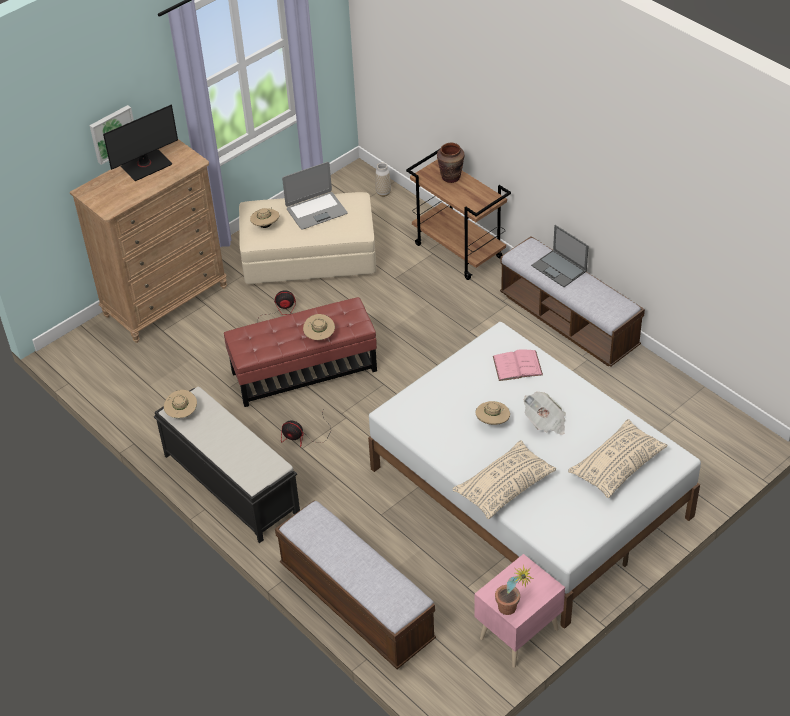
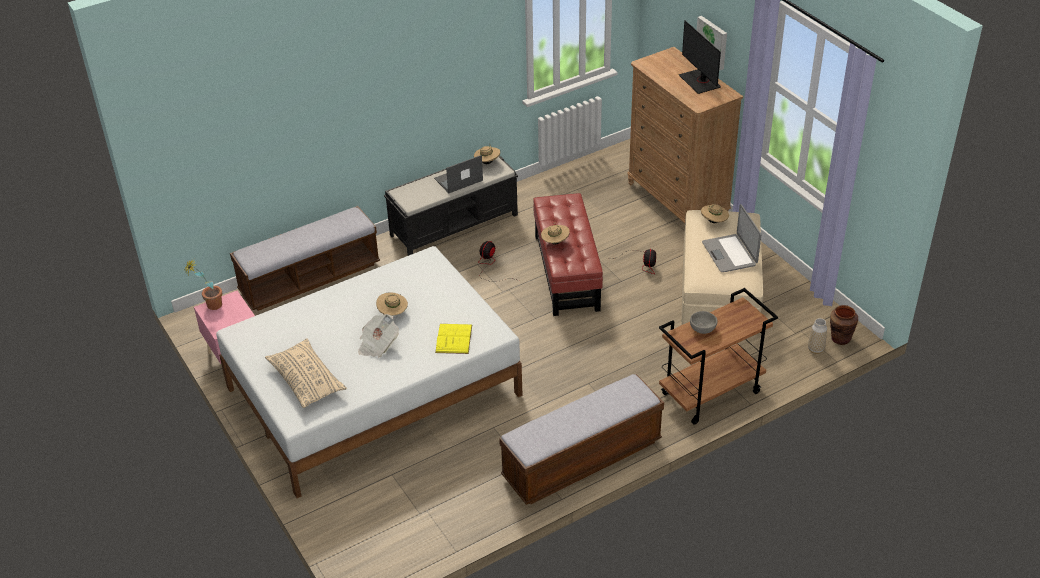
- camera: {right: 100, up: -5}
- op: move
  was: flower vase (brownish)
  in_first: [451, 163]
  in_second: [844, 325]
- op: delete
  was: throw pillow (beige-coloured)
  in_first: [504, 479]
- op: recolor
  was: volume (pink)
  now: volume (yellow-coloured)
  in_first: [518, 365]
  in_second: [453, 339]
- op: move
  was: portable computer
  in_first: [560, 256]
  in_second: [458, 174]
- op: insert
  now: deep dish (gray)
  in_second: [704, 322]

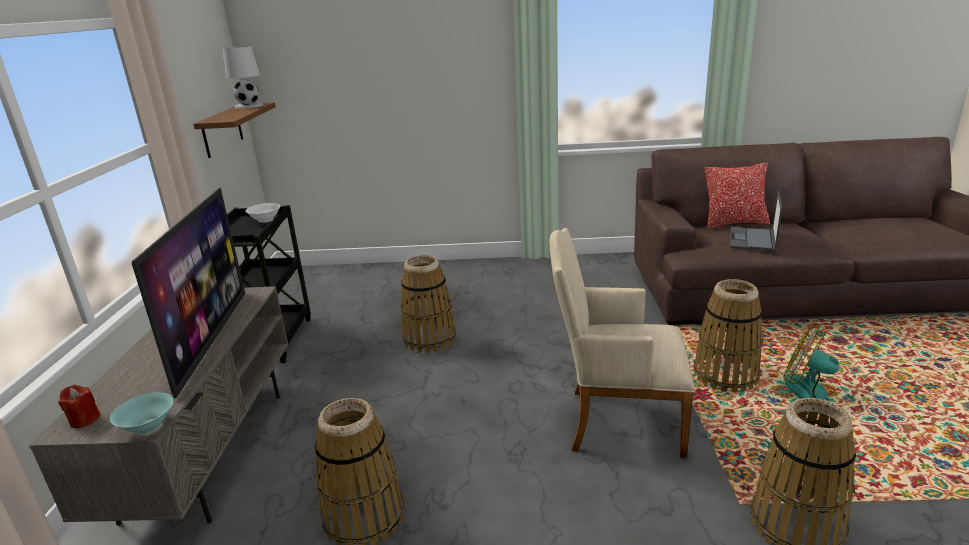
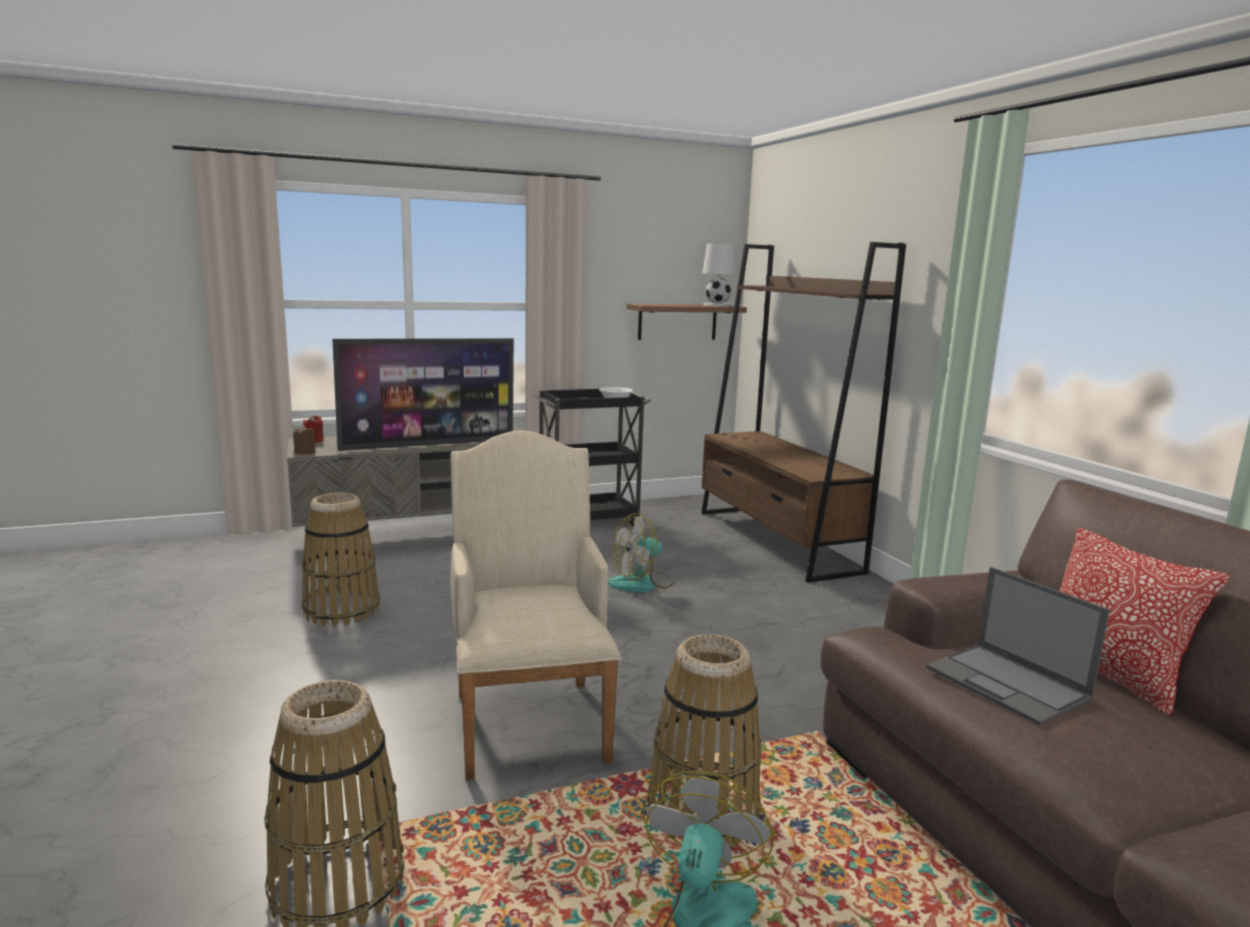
- camera: {right: 65, up: -10}
- op: replace
  was: deep dish (turquoise)
  now: candle (brownish)
  in_first: [141, 413]
  in_second: [304, 440]
- op: replace
  was: storage basket
  now: fan
  in_first: [428, 304]
  in_second: [641, 553]
- op: rotate
  was: portable computer
  in_first: [756, 221]
  in_second: [1018, 646]
  clockwise: -120
- op: insert
  now: bookshelf (brownish)
  in_second: [803, 412]

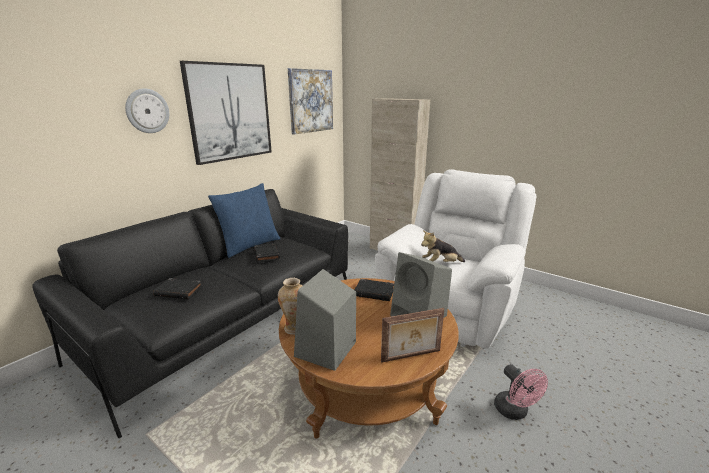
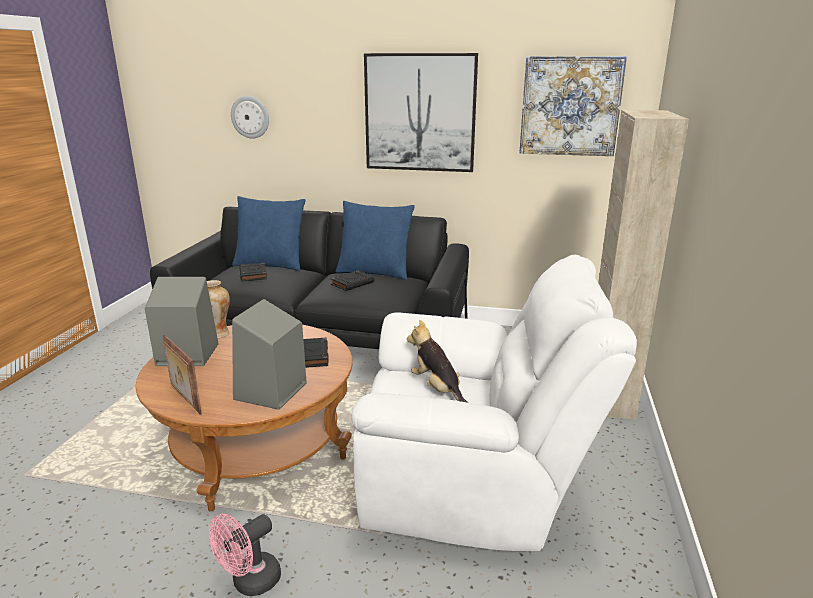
- camera: {right: 65, up: 0}
- op: move
  was: clock on the wall
  in_first: [147, 110]
  in_second: [250, 117]
- op: insert
  now: throw pillow (blue)
  in_second: [268, 233]

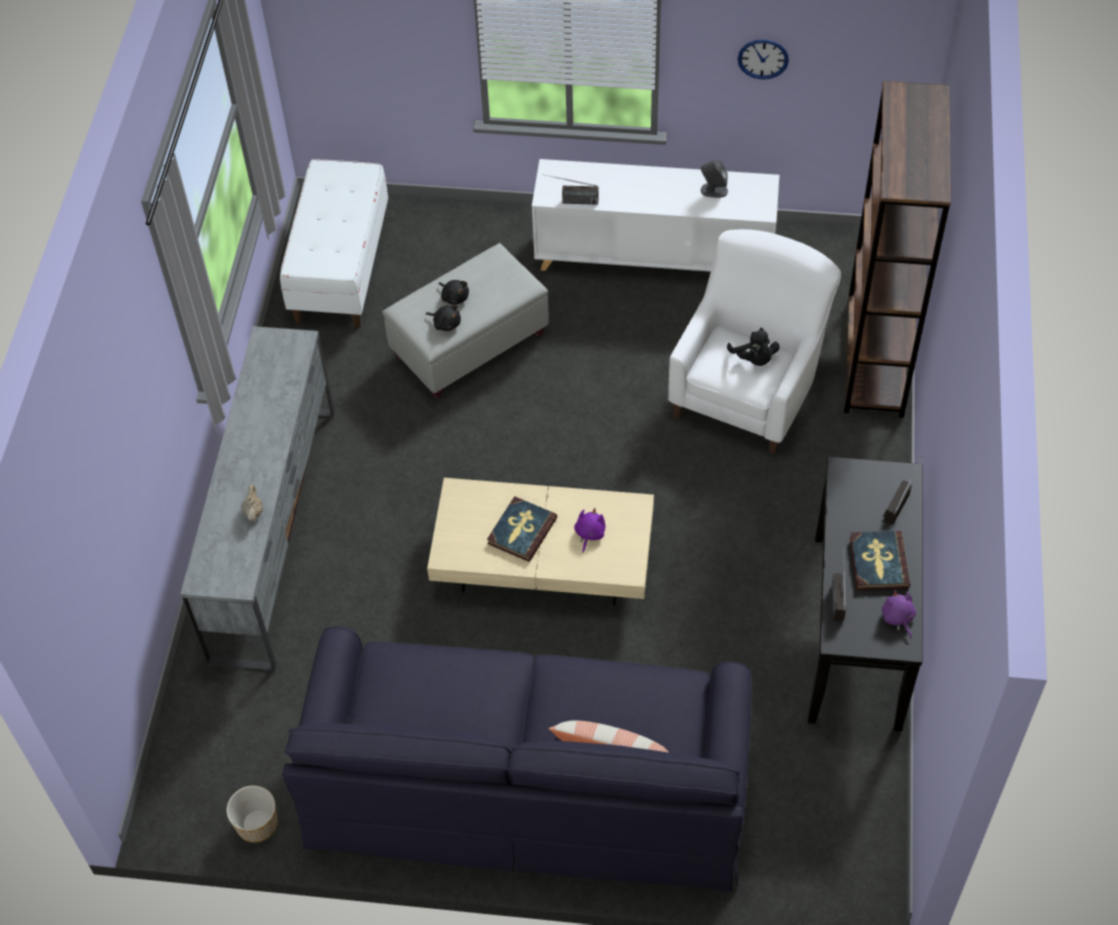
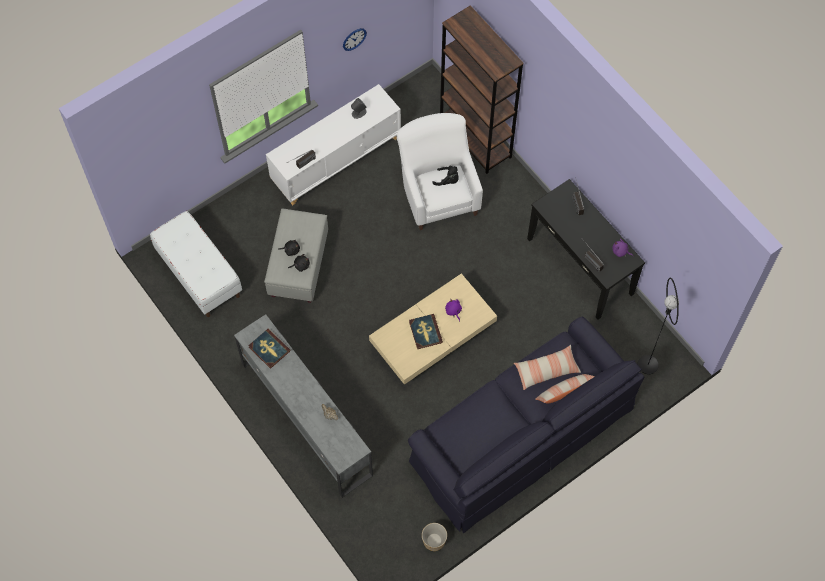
- camera: {right: -45, up: 10}
- op: move
  was: volume
  in_first: [880, 560]
  in_second: [269, 349]
- op: insert
  now: throw pillow
  in_second: [547, 367]
- op: insert
  now: floor lamp (black-coloured)
  in_second: [658, 326]

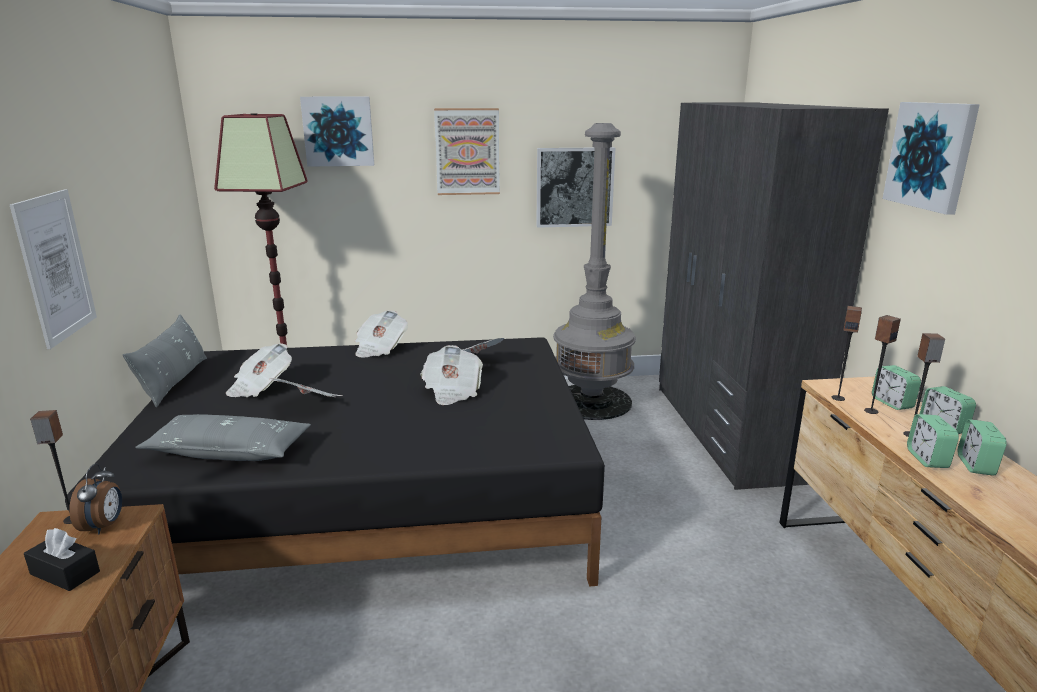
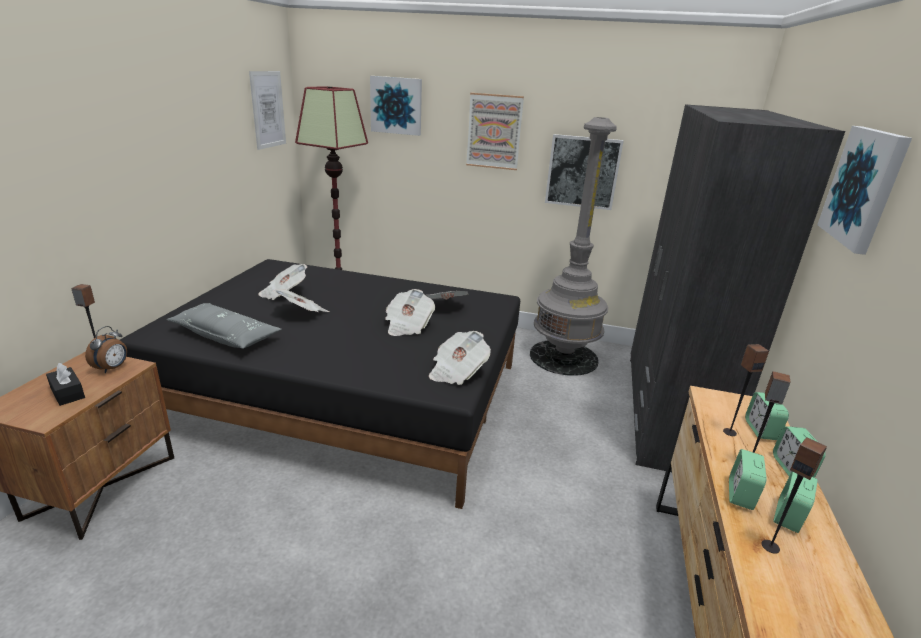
- camera: {right: 20, up: 5}
- op: move
  was: wall art
  in_first: [53, 269]
  in_second: [267, 110]
- op: delete
  was: throw pillow (gray)
  in_first: [164, 360]
- op: move
  was: printed paper
  in_first: [381, 334]
  in_second: [460, 358]
- op: move
  was: speaker
  in_first: [847, 353]
  in_second: [794, 495]

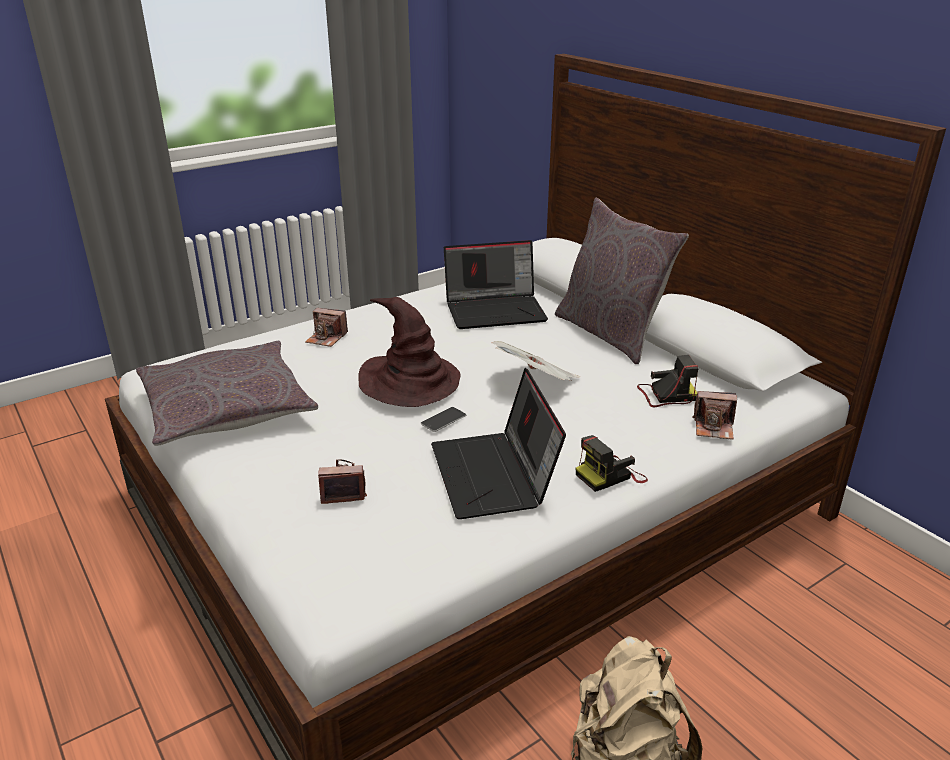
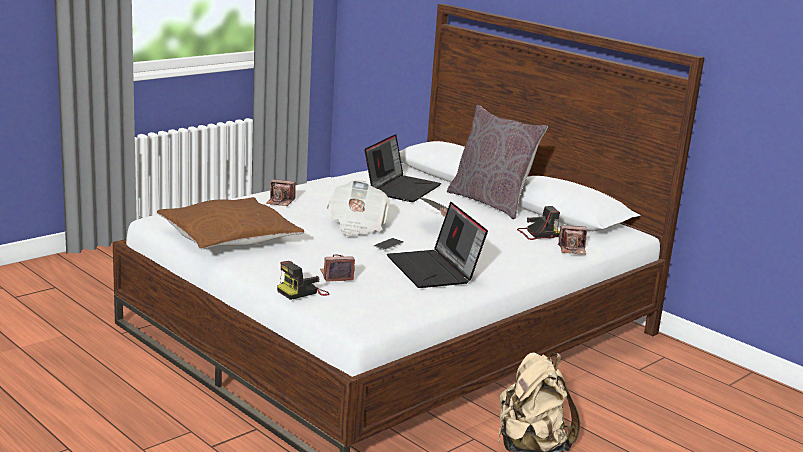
- camera: {right: -10, up: -10}
- op: recolor
  was: throw pillow (gray)
  now: throw pillow (brownish)
  in_first: [227, 393]
  in_second: [230, 223]
- op: replace
  was: hat (brownish)
  now: printed paper
  in_first: [409, 352]
  in_second: [358, 208]
- op: rotate
  was: portable computer
  in_first: [496, 284]
  in_second: [402, 168]
  clockwise: -45
- op: move
  was: still camera
  in_first: [612, 463]
  in_second: [303, 280]

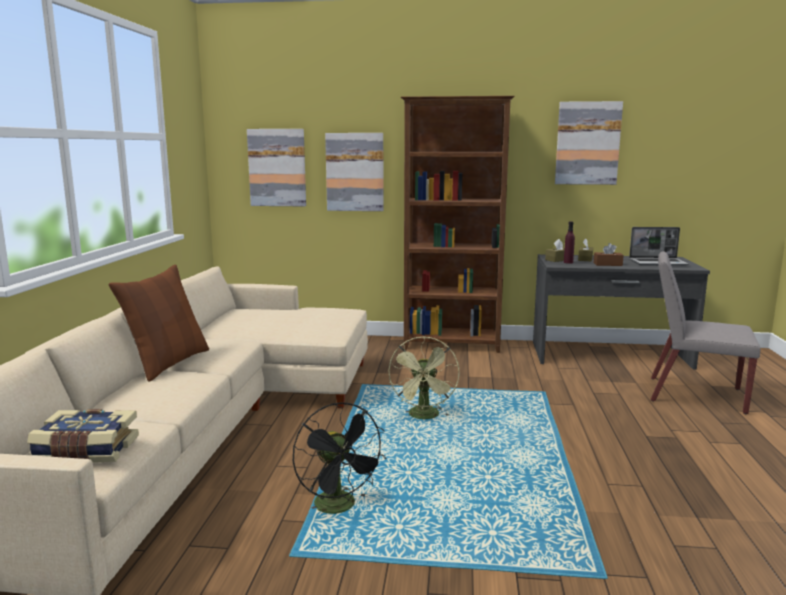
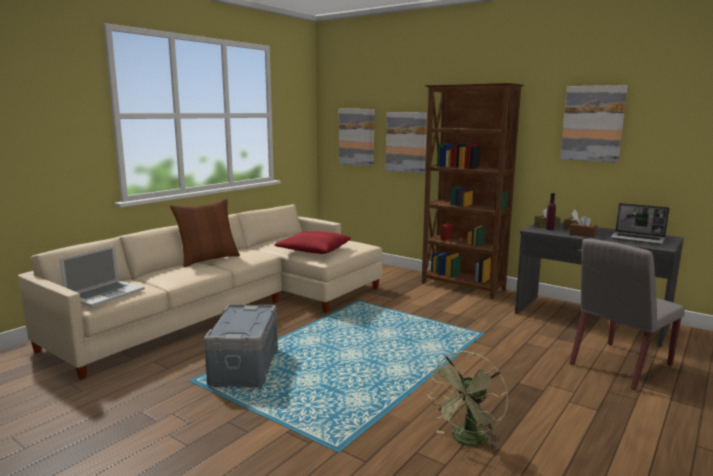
- camera: {right: 30, up: 0}
- op: replace
  was: volume
  now: portable computer
  in_first: [83, 436]
  in_second: [102, 276]
- op: replace
  was: fan (black-coloured)
  now: storage bin (gray)
  in_first: [339, 458]
  in_second: [241, 346]
- op: move
  was: fan (green-coloured)
  in_first: [423, 377]
  in_second: [467, 400]
- op: rotate
  was: upright chair (gray)
  in_first: [705, 332]
  in_second: [627, 314]
  clockwise: -90
- op: insert
  now: throw pillow (reddish)
  in_second: [312, 242]

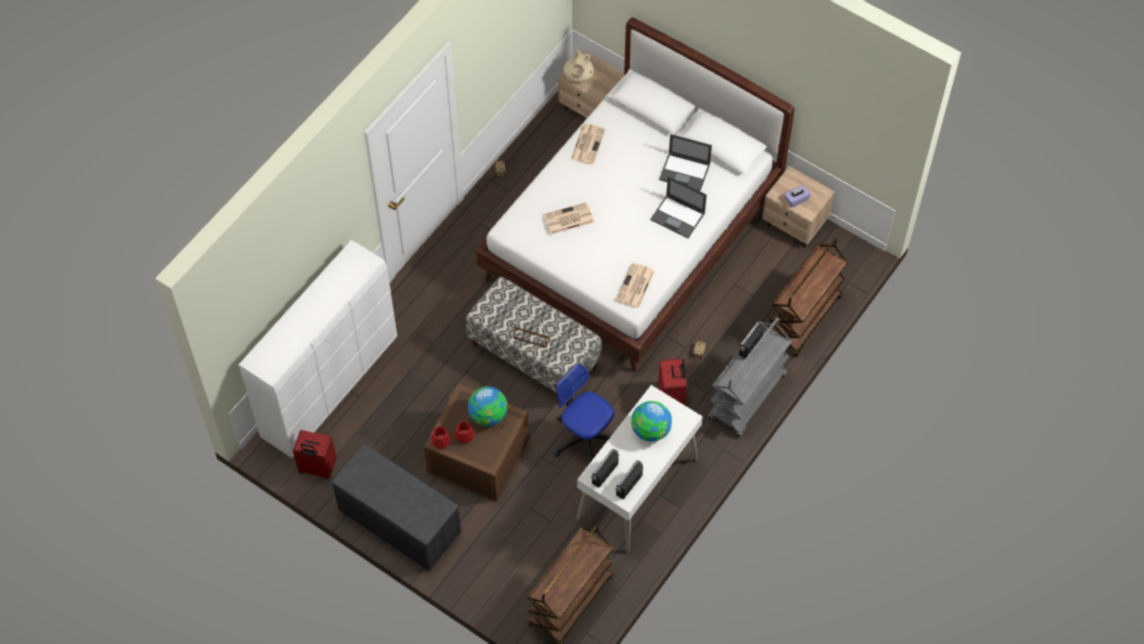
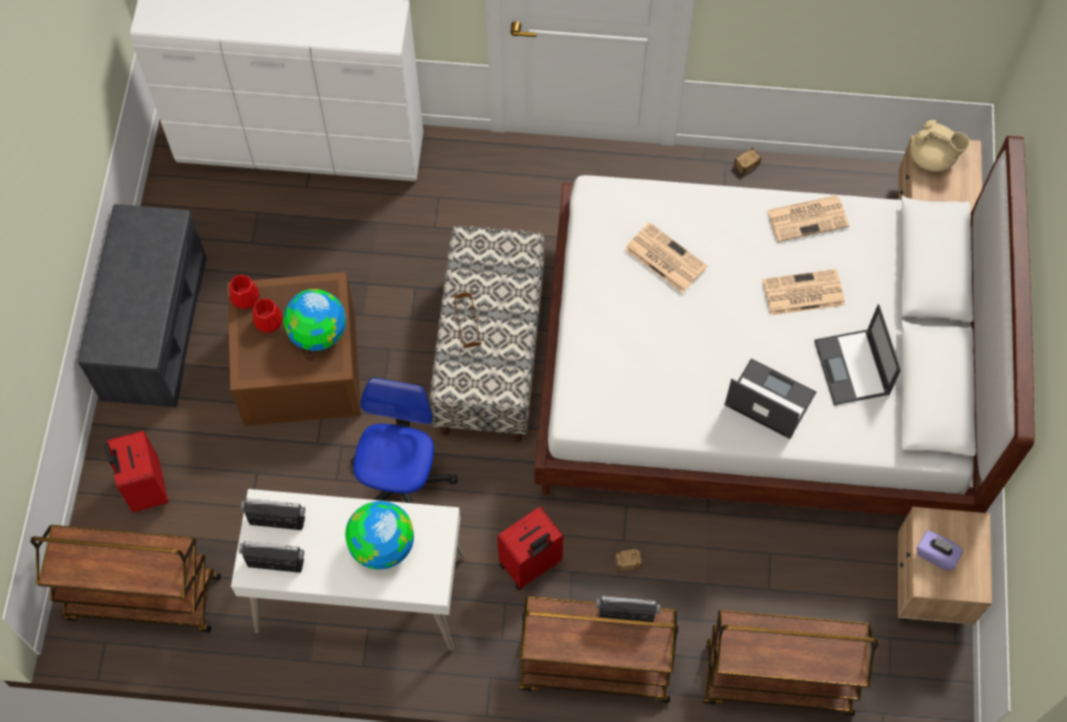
- camera: {right: 60, up: 5}
- op: move
  was: piece of luggage (reddish)
  in_first: [315, 454]
  in_second: [136, 471]
- op: rotate
  was: teapot (beige-coloured)
  in_first: [579, 67]
  in_second: [940, 146]
  clockwise: -135
- op: move
  was: printed paper
  in_first: [635, 285]
  in_second: [804, 292]
- op: rotate
  was: portable computer
  in_first: [678, 207]
  in_second: [770, 398]
  clockwise: 120
- op: recolor
  was: cart (gray)
  now: cart (brownish)
  in_first: [750, 377]
  in_second: [598, 649]

